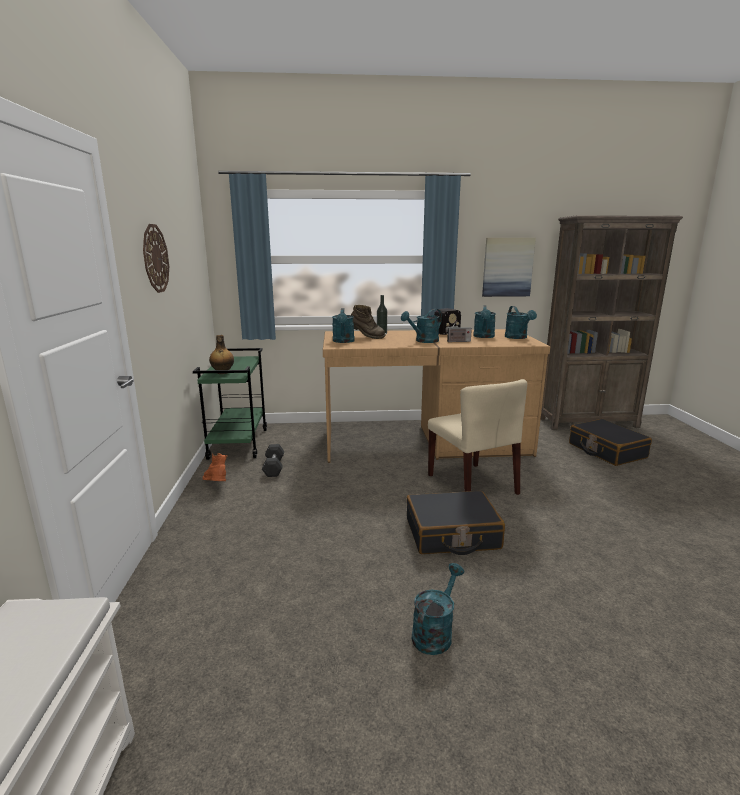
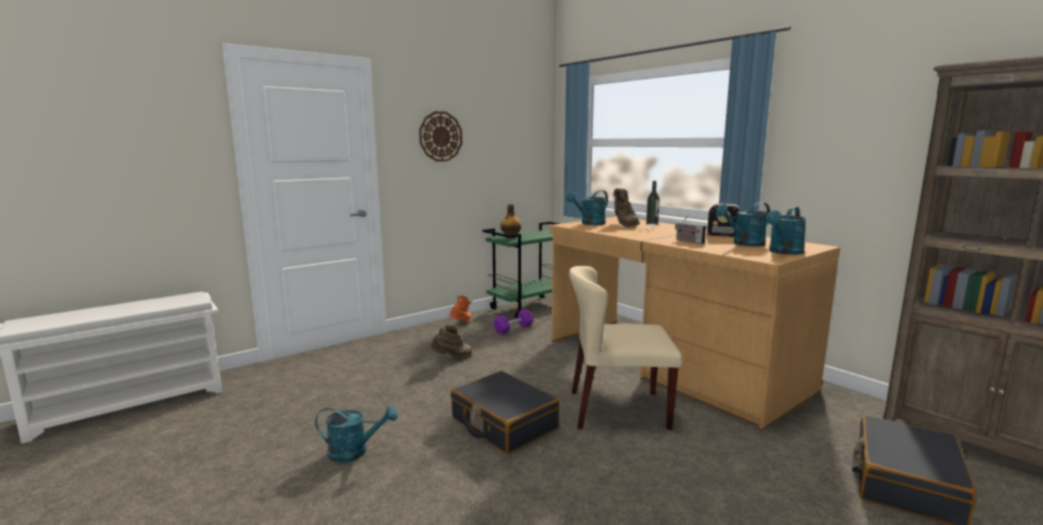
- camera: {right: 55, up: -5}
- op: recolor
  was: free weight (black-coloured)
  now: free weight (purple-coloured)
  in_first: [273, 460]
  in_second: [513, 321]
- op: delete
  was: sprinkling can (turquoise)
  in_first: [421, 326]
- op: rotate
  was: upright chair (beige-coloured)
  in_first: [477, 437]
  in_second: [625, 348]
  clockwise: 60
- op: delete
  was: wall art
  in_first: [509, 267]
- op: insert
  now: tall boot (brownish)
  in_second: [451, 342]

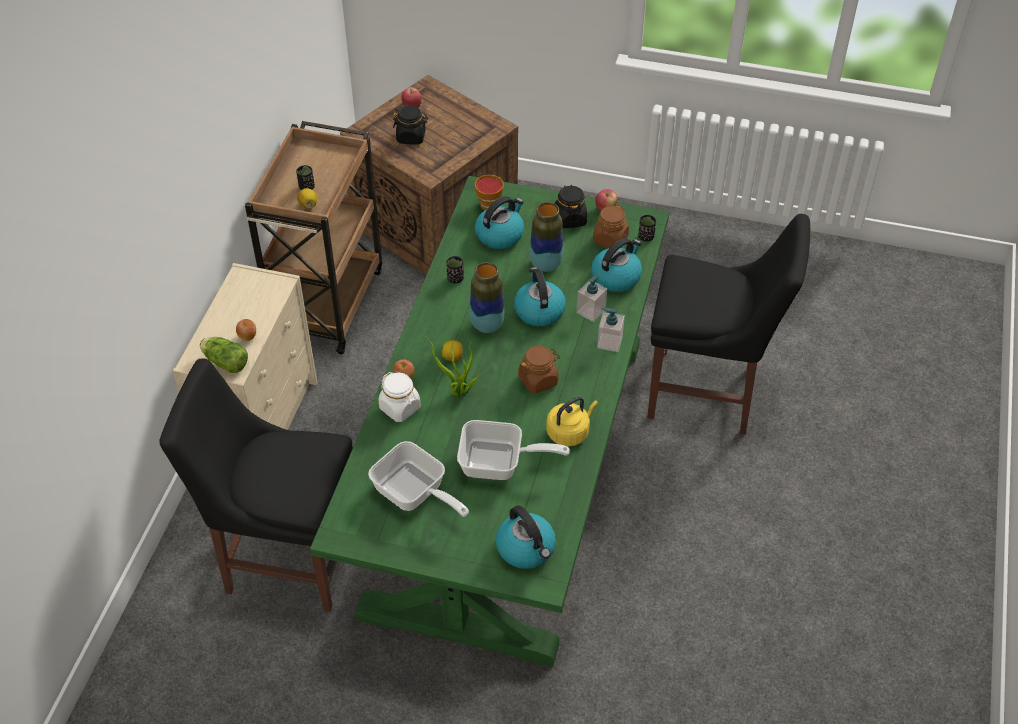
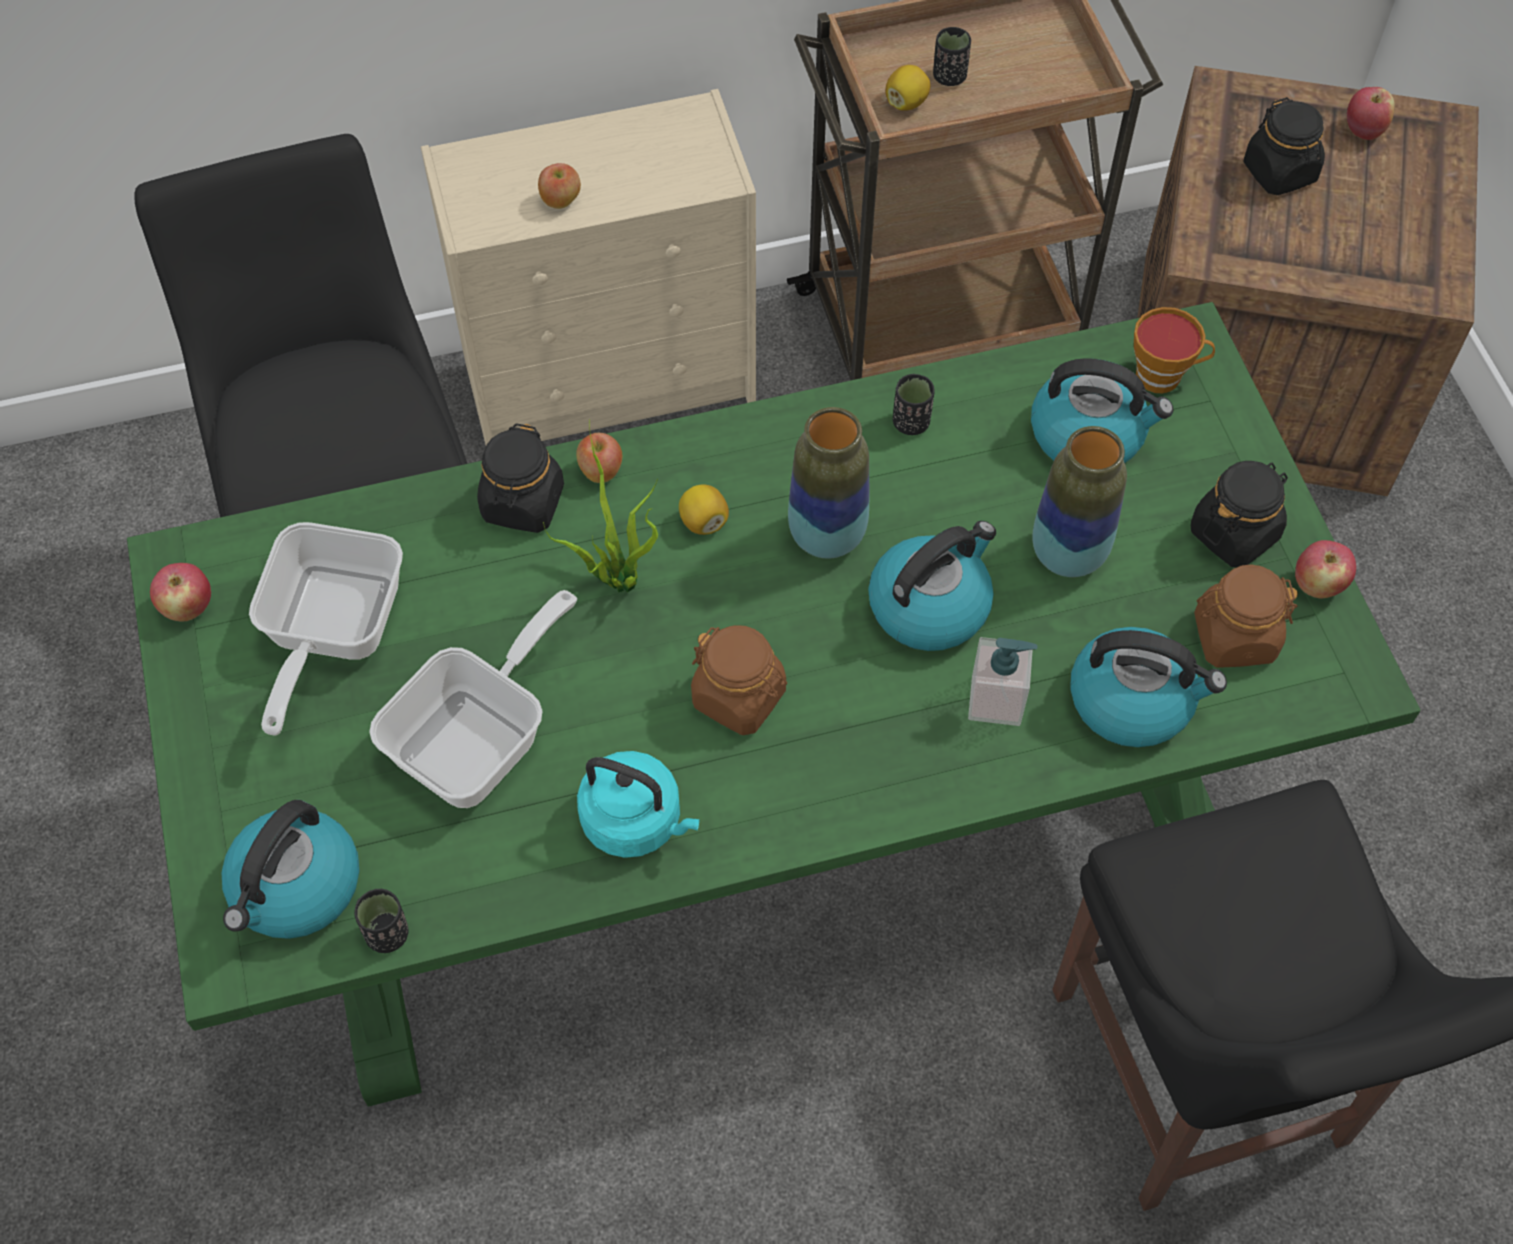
- camera: {right: 60, up: 10}
- op: delete
  was: head of lettuce
  in_first: [224, 355]
- op: recolor
  was: storage jar (white)
  now: storage jar (black-coloured)
  in_first: [399, 397]
  in_second: [520, 478]
- op: rotate
  was: frying pan
  in_first: [513, 450]
  in_second: [473, 699]
  clockwise: -120
- op: recolor
  was: kettle (yellow-coloured)
  now: kettle (turquoise)
  in_first: [572, 421]
  in_second: [638, 804]
- op: delete
  was: liquid soap bottle
  in_first: [611, 329]
- op: move
  was: drinking cup (black-coloured)
  in_first: [647, 228]
  in_second: [381, 921]
- op: insert
  now: apple fruit
  in_second: [180, 592]

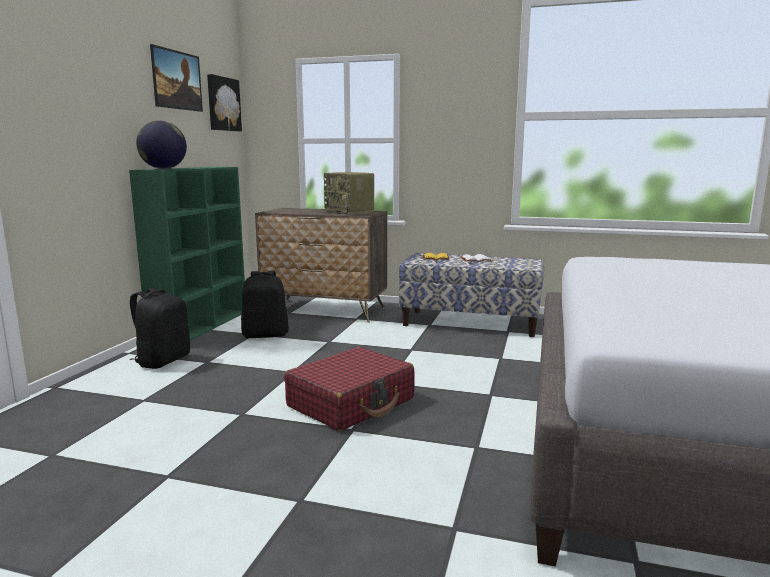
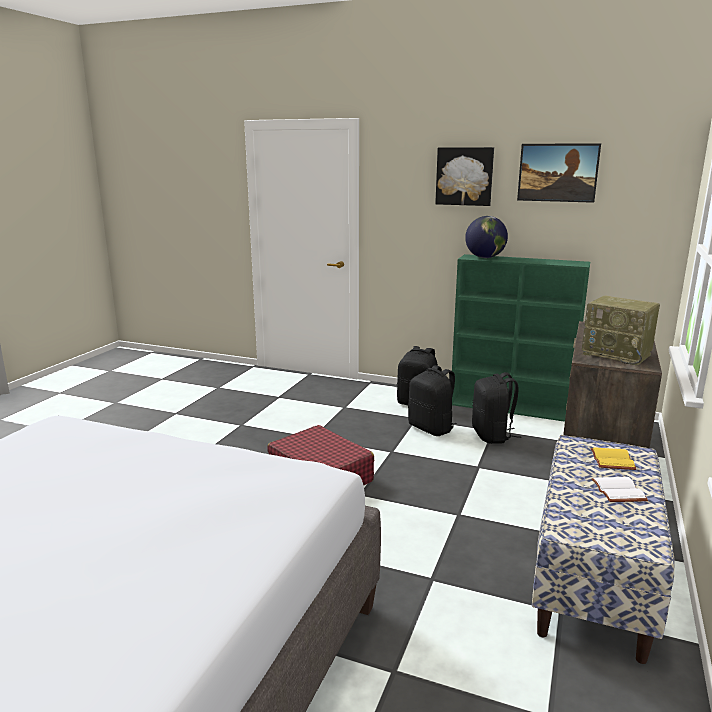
- camera: {right: 95, up: 5}
- op: move
  was: wall art
  in_first: [224, 102]
  in_second: [464, 176]
- op: rotate
  was: radio set
  in_first: [349, 193]
  in_second: [621, 330]
  clockwise: -105
- op: insert
  now: backpack (black-coloured)
  in_second: [432, 400]

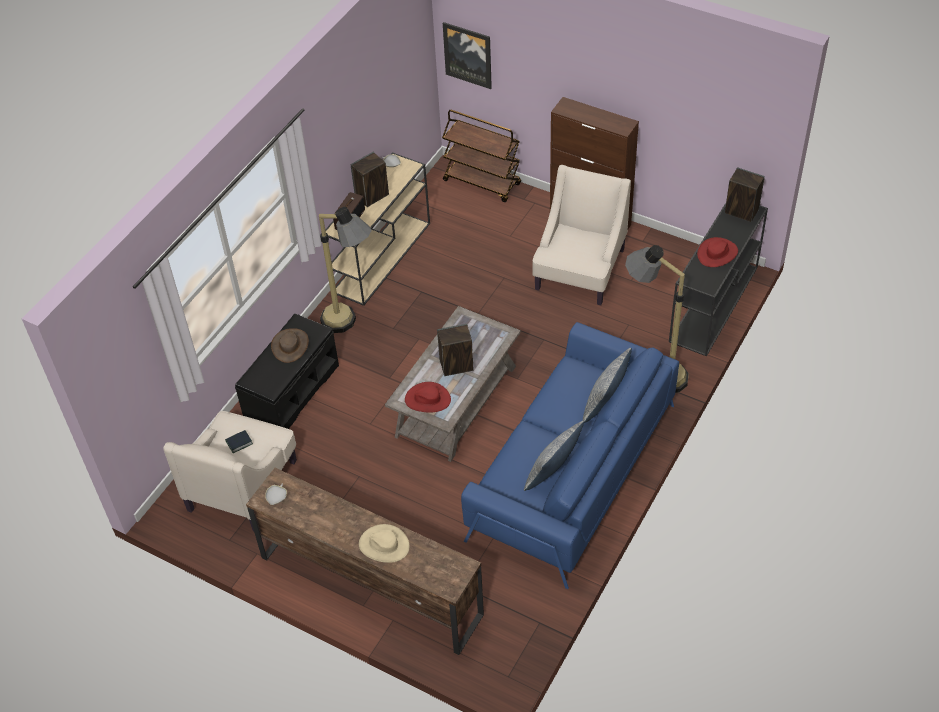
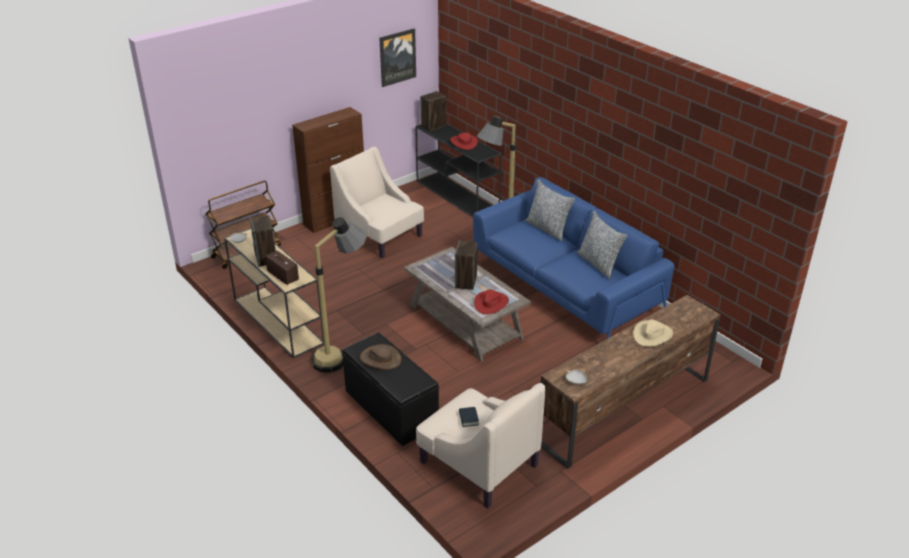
- camera: {right: -70, up: -15}
- op: move
  was: wall art
  in_first: [467, 55]
  in_second: [397, 57]

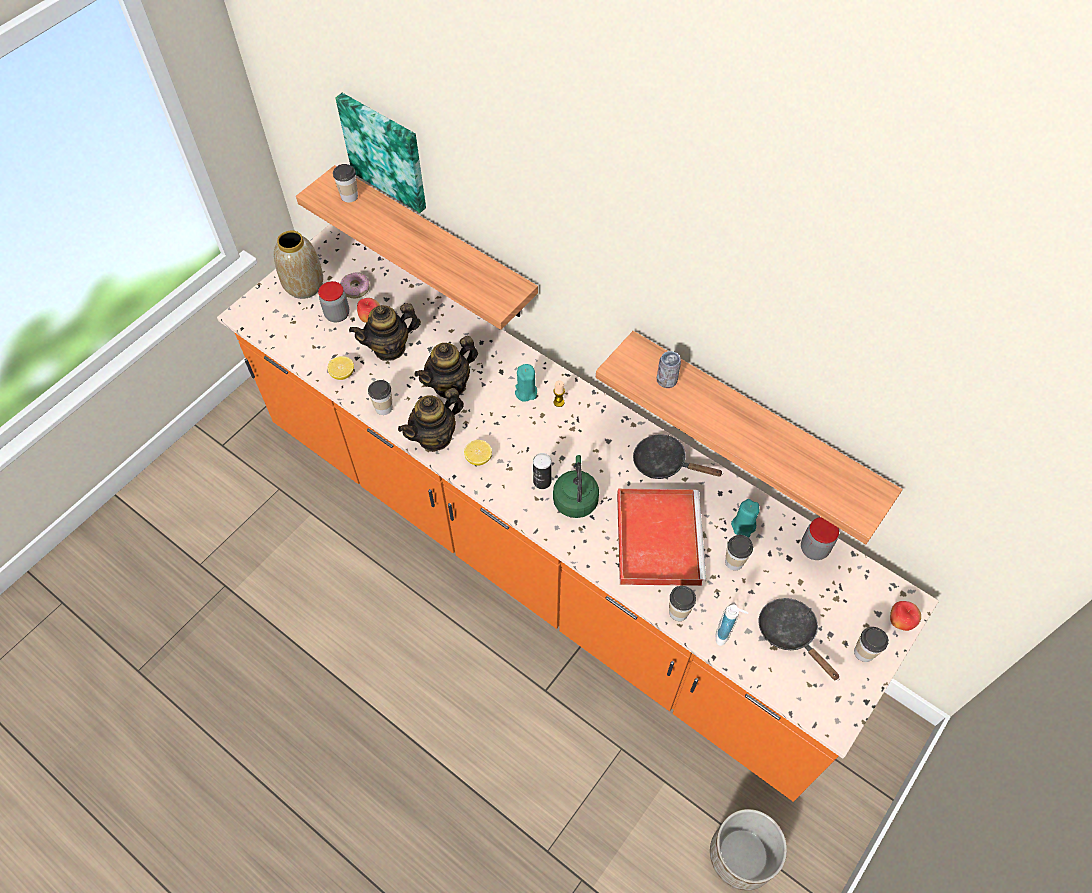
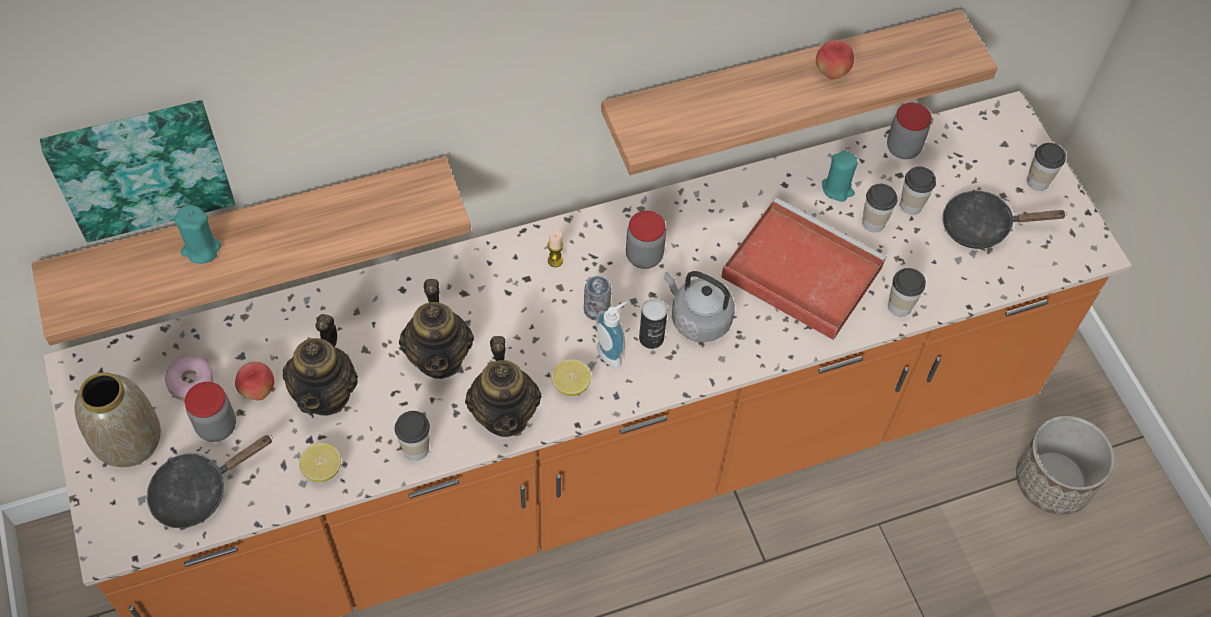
- camera: {right: -60, up: 0}
- op: move
  was: drinking cup
  in_first: [345, 183]
  in_second: [918, 190]
- op: move
  was: candle (turquoise)
  in_first: [526, 383]
  in_second: [198, 234]
- op: recolor
  was: kettle (green-coloured)
  now: kettle (gray)
  in_first: [576, 486]
  in_second: [699, 306]
- op: move
  was: frying pan (black-coloured)
  in_first: [678, 456]
  in_second: [210, 481]
- op: move
  was: metal can
  in_first: [669, 369]
  in_second: [597, 298]
- op: move
  was: liquid soap bottle
  in_first: [732, 624]
  in_second: [612, 334]
- op: move
  was: apple fruit
  in_first: [905, 616]
  in_second: [835, 59]
- op: insert
  now: storage jar
  in_second: [646, 240]

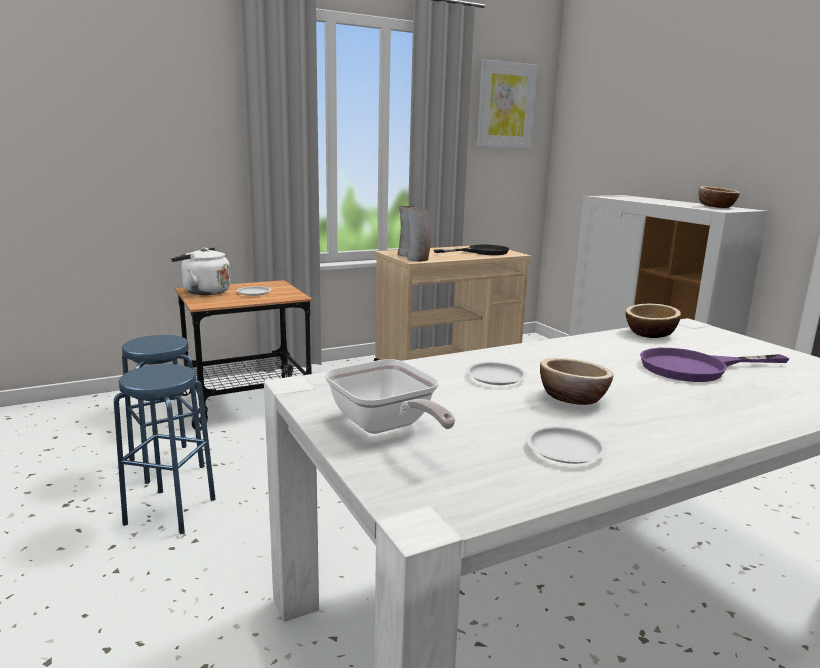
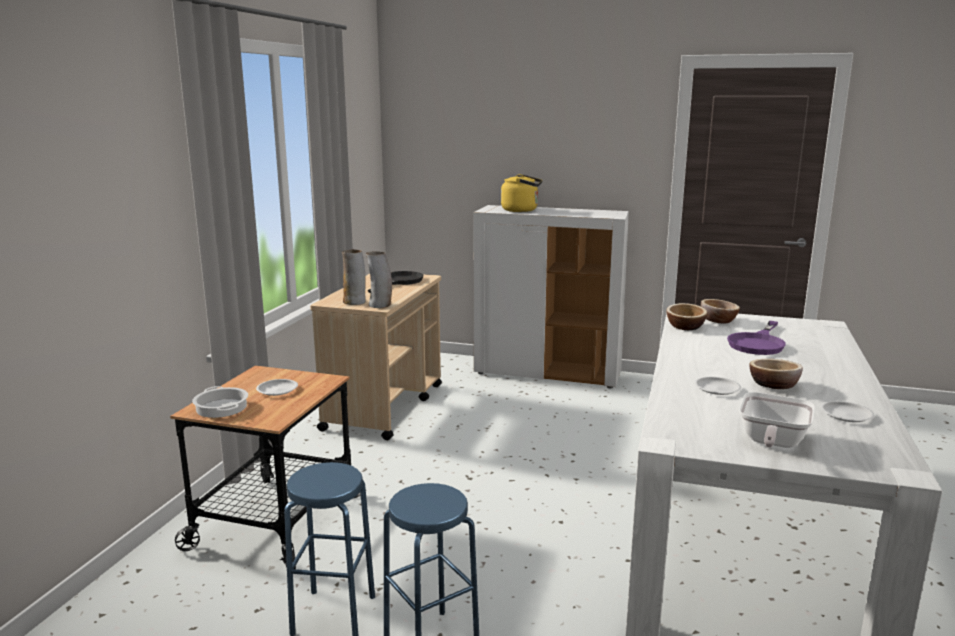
- camera: {right: -45, up: 0}
- op: replace
  was: kettle (white)
  now: stockpot
  in_first: [201, 271]
  in_second: [220, 402]
- op: rotate
  was: frying pan
  in_first: [390, 396]
  in_second: [777, 420]
  clockwise: 105
- op: delete
  was: wall art
  in_first: [507, 103]
- op: move
  was: deep dish
  in_first: [719, 197]
  in_second: [720, 311]
- op: insert
  now: kettle (yellow-coloured)
  in_second: [522, 193]

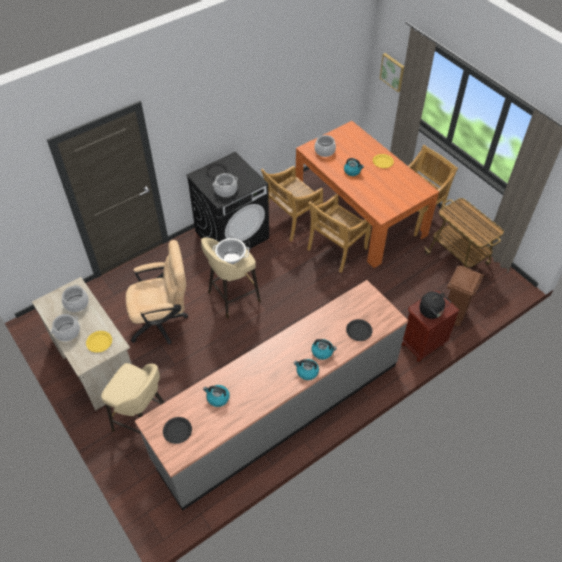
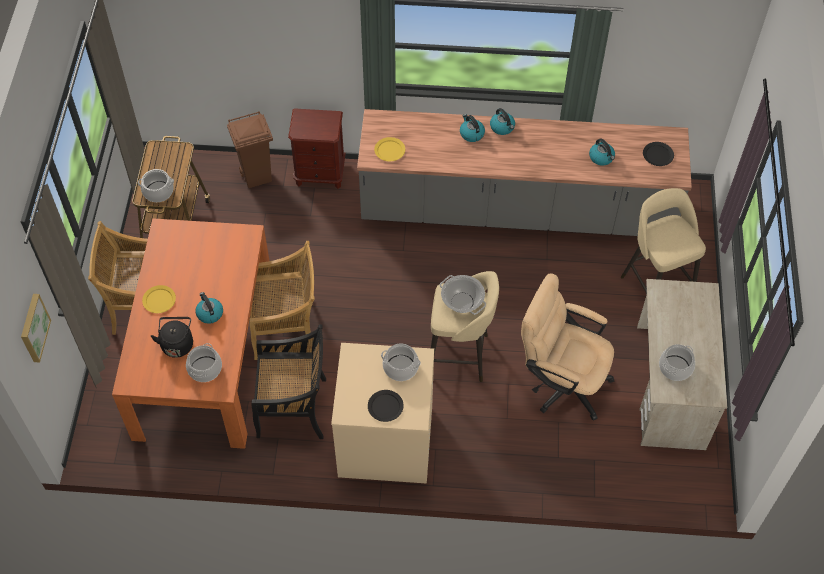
- camera: {right: -140, up: 5}
- op: move
  was: stockpot
  in_first: [65, 327]
  in_second: [156, 185]
- op: move
  was: flat dish (yellow-coloured)
  in_first: [99, 342]
  in_second: [389, 149]
- op: recolor
  was: laundry appliance (black-coloured)
  now: laundry appliance (beige-coloured)
  in_first: [227, 200]
  in_second: [382, 413]
- op: recolor
  was: upright chair (beige-coloured)
  now: upright chair (black-coloured)
  in_first: [292, 204]
  in_second: [289, 381]
- op: delete
  was: flat dish (black-coloured)
  in_first: [359, 330]
- op: move
  was: kettle (black-coloured)
  in_first: [435, 305]
  in_second: [172, 337]

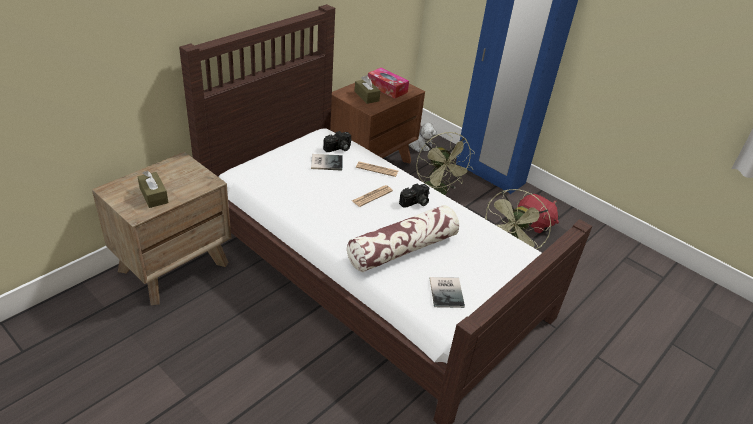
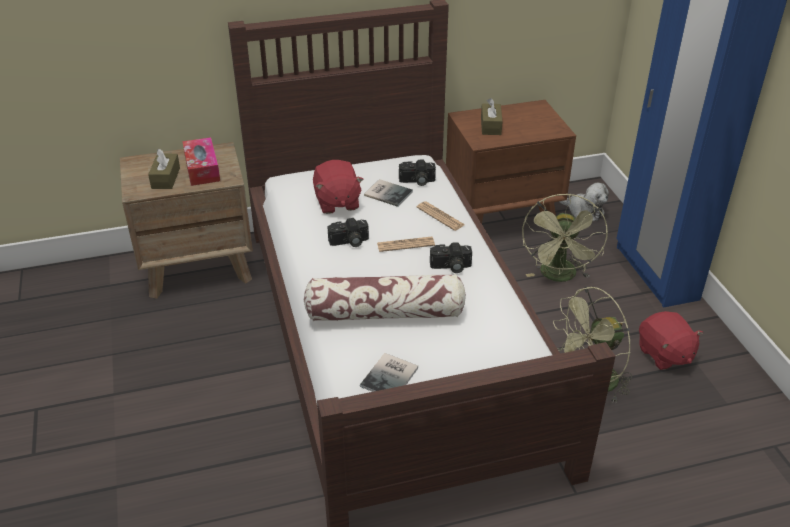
- camera: {right: 35, up: 0}
- op: move
  was: tissue box
  in_first: [388, 83]
  in_second: [201, 161]
- op: insert
  now: plush toy (reddish)
  in_second: [338, 187]
- op: insert
  now: still camera
  in_second: [348, 232]

